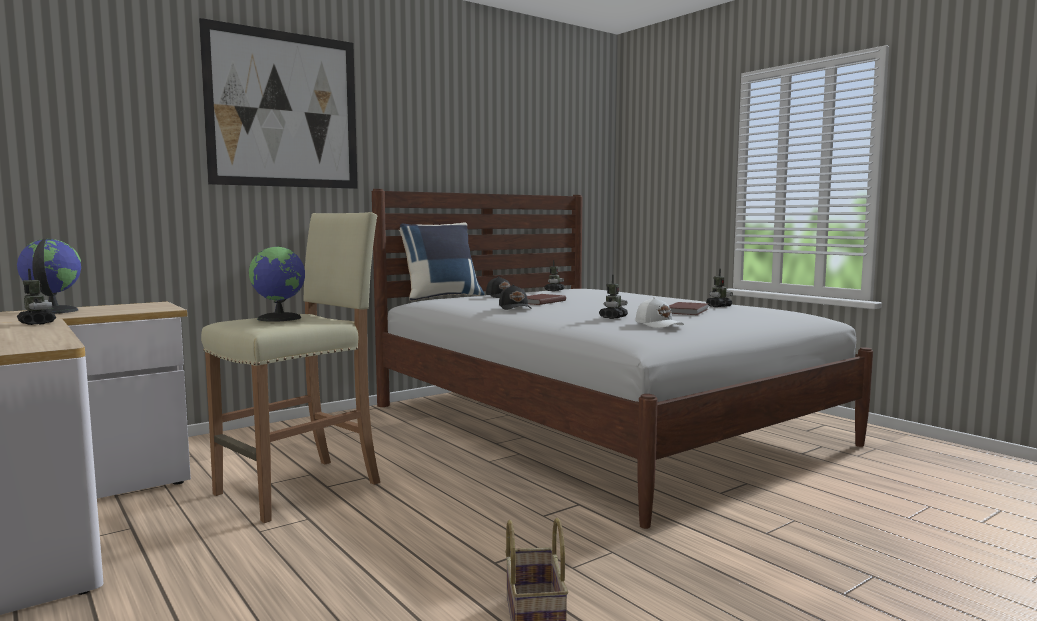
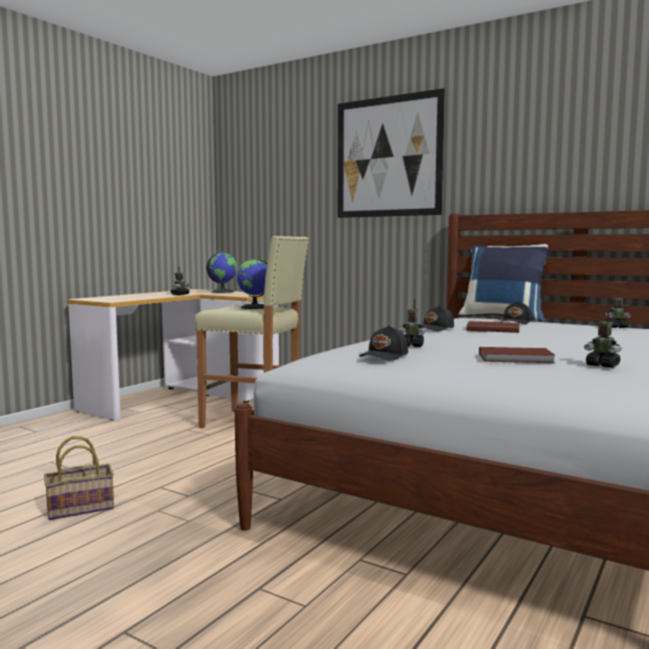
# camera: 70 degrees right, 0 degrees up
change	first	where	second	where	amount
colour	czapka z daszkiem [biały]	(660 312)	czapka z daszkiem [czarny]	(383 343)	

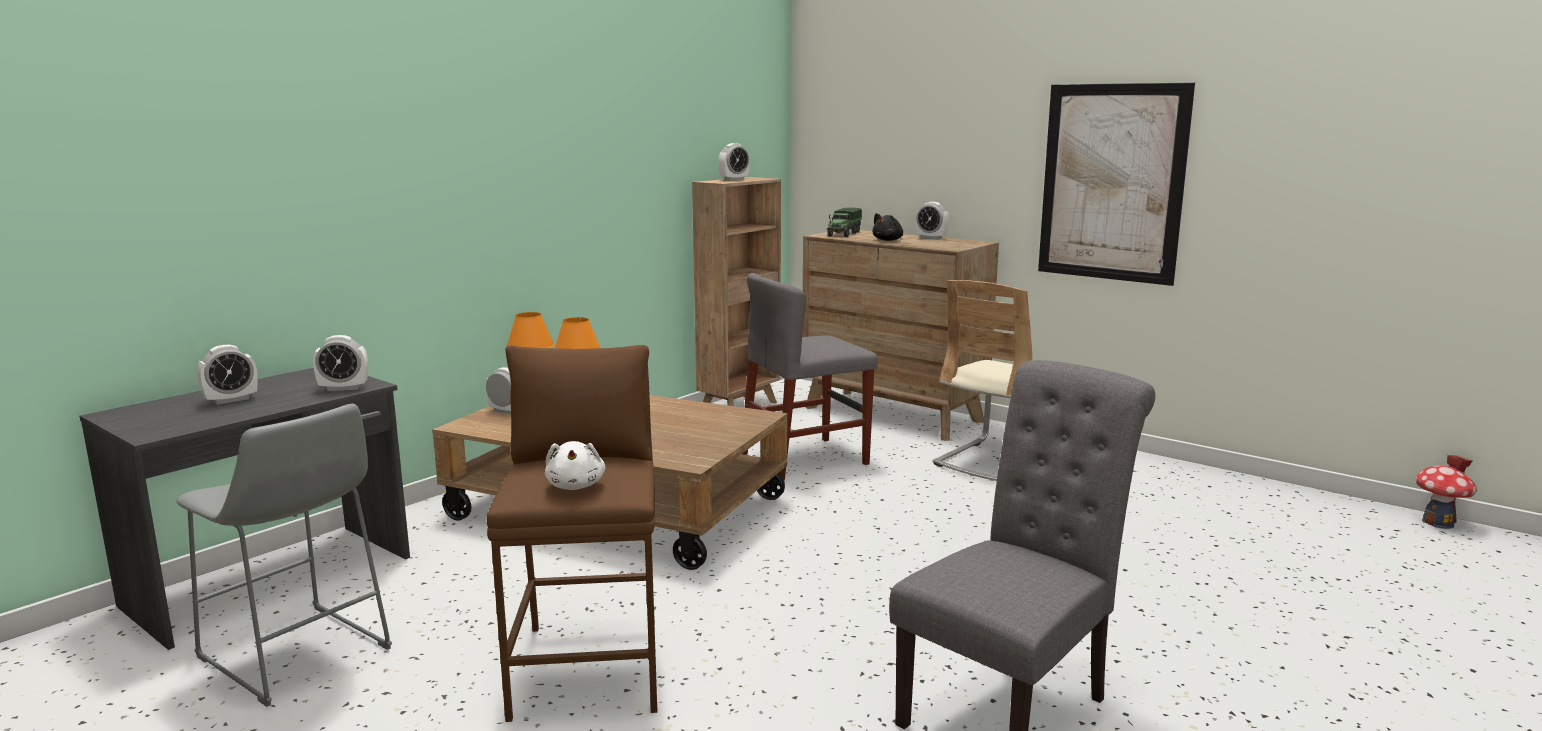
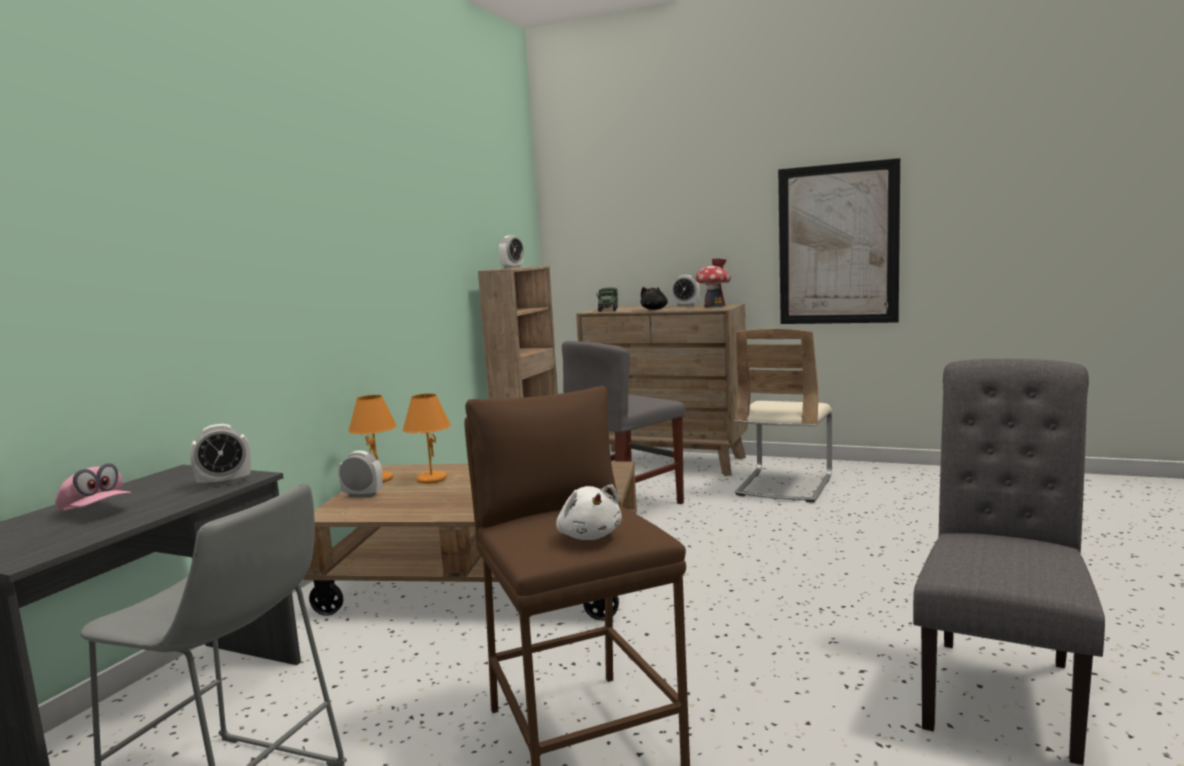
# camera: 15 degrees left, 5 degrees down
change	first	where	second	where	amount
exchanged	budzik	(227 374)	czapka z daszkiem [różowy]	(93 487)	
relocated	domek	(1446 492)		(713 283)	

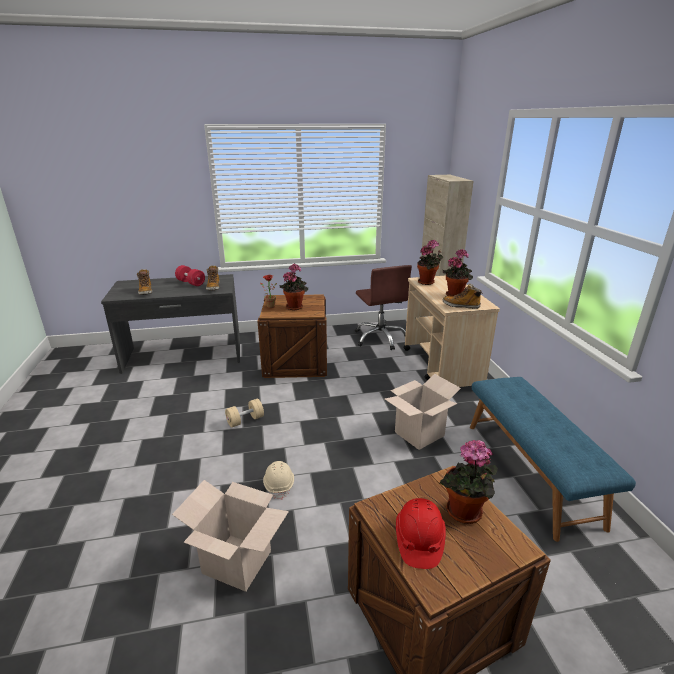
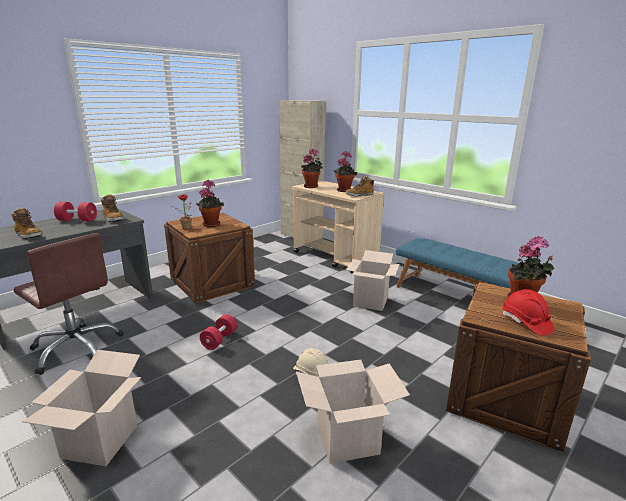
# camera: 35 degrees left, 5 degrees down
change	first	where	second	where	amount
relocated	krzesło biurowe [brązowy]	(383 307)		(69 304)	
colour	hantel [beżowy]	(244 413)	hantel [czerwony]	(218 332)	
appeared			karton	(82 408)	

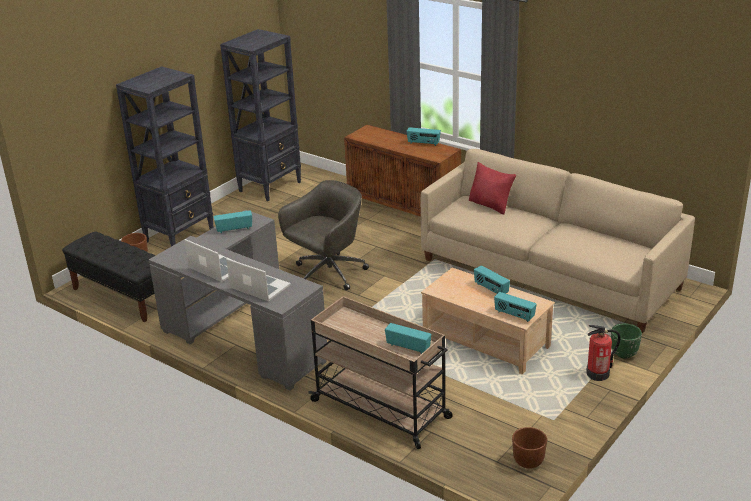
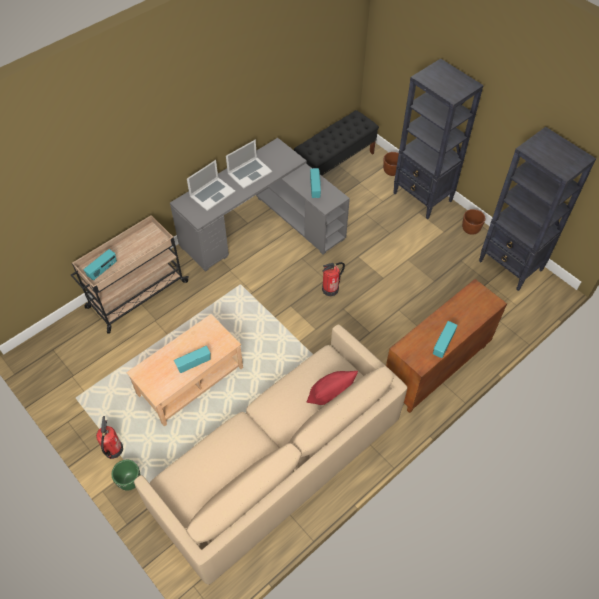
# camera: 100 degrees right, 25 degrees up
change	first	where	second	where	amount
exchanged	krzesło biurowe [szary]	(323 235)	gaśnica	(333 279)	
missing	radio	(515 307)			
relocated	donica [brązowy]	(529 448)		(474 222)	

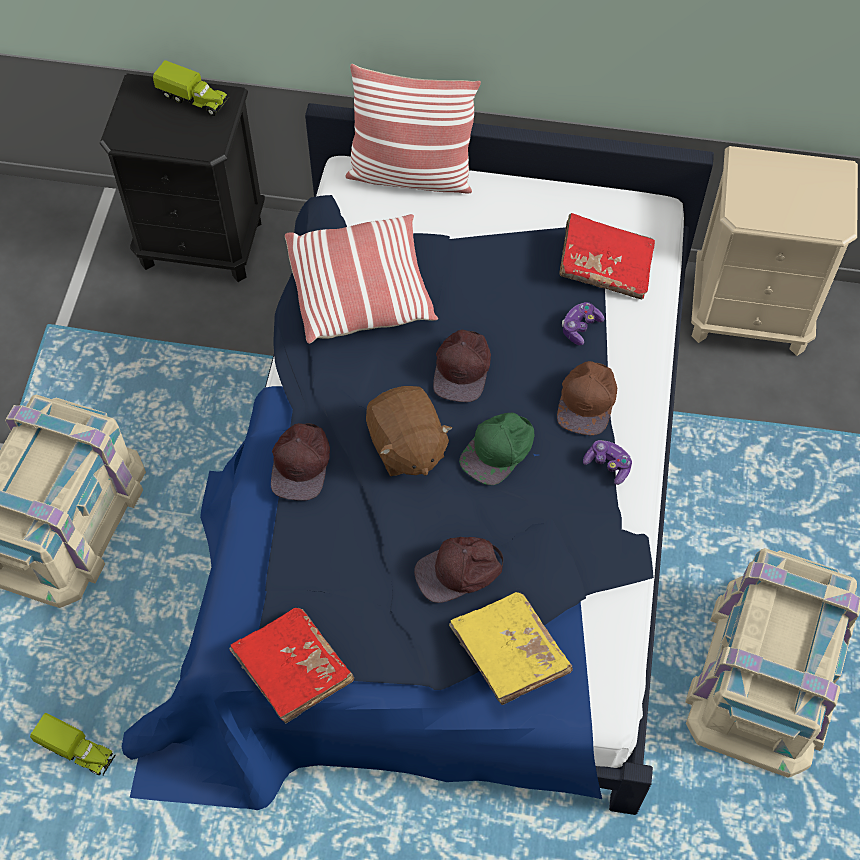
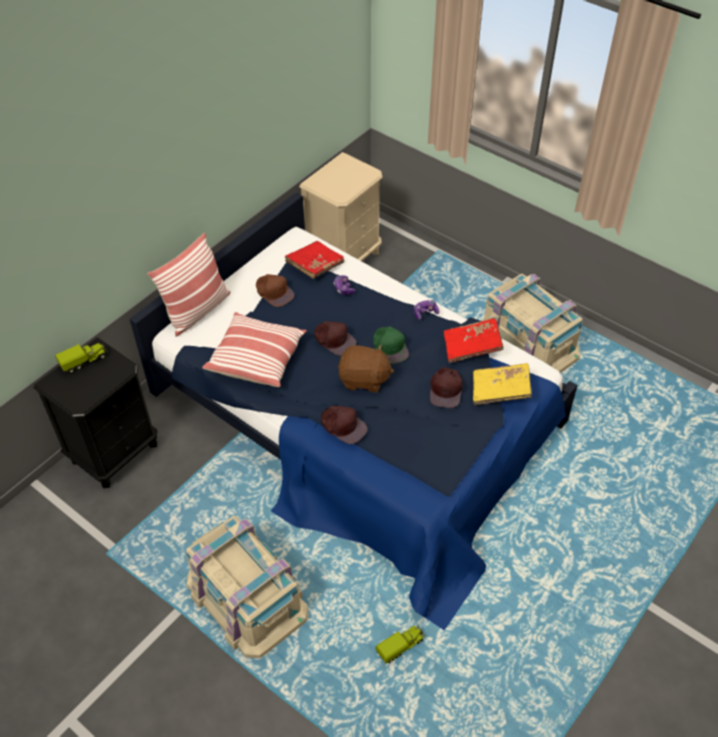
# camera: 60 degrees left, 10 degrees down
change	first	where	second	where	amount
relocated	czapka z daszkiem [brązowy]	(587 398)		(275 290)	
relocated	książka [czerwony]	(291 666)		(473 340)	

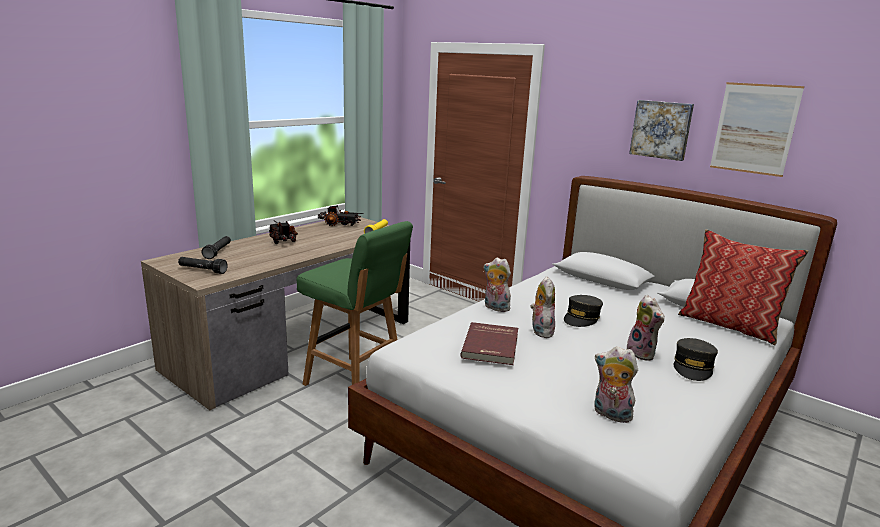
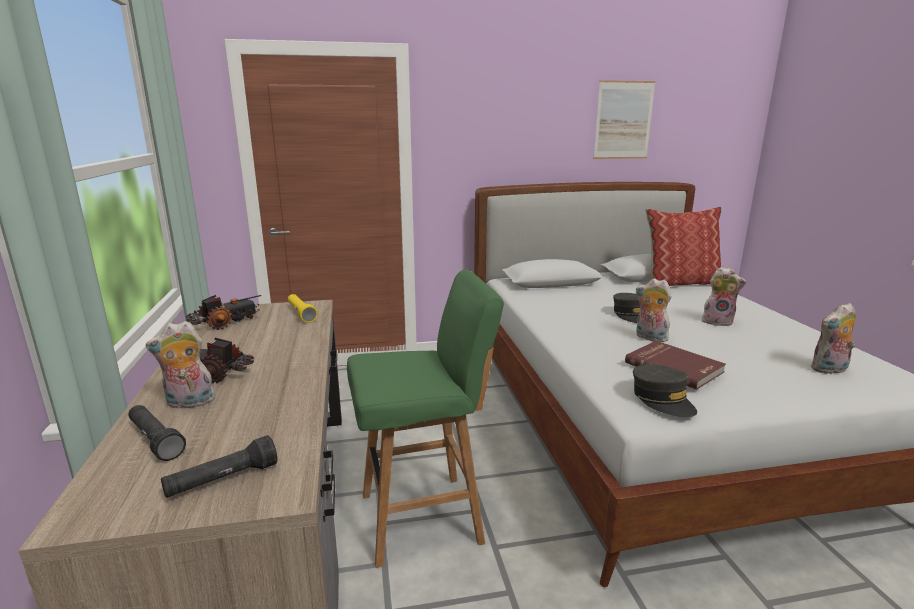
# camera: 50 degrees left, 0 degrees up
change	first	where	second	where	amount
missing	obraz	(661 130)			
relocated	pluszak	(498 284)		(180 365)	
relocated	czapka z daszkiem [szary]	(696 359)		(665 390)	

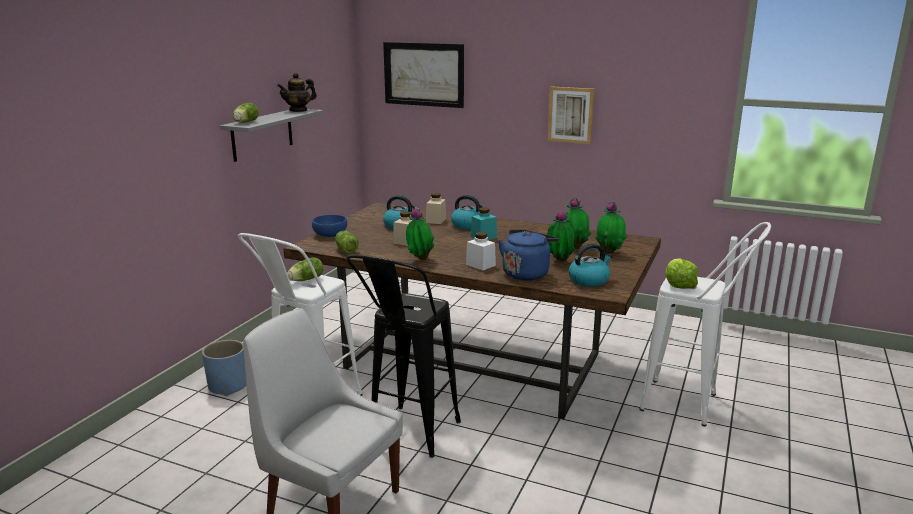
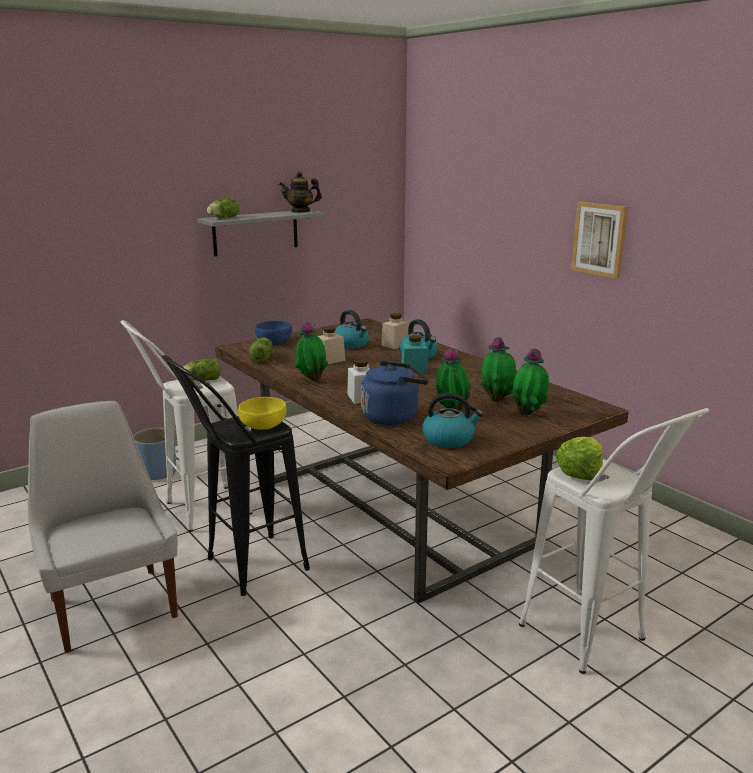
# camera: 30 degrees right, 0 degrees up
change	first	where	second	where	amount
missing	obraz	(423 75)			
appeared			miska [żółty]	(262 413)	

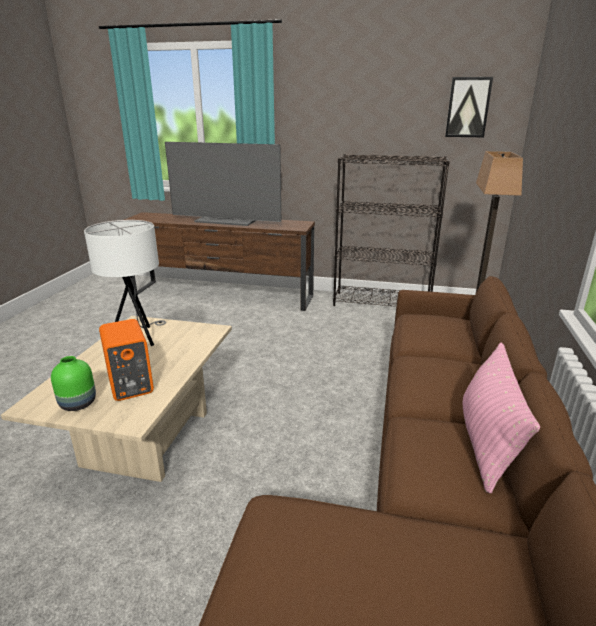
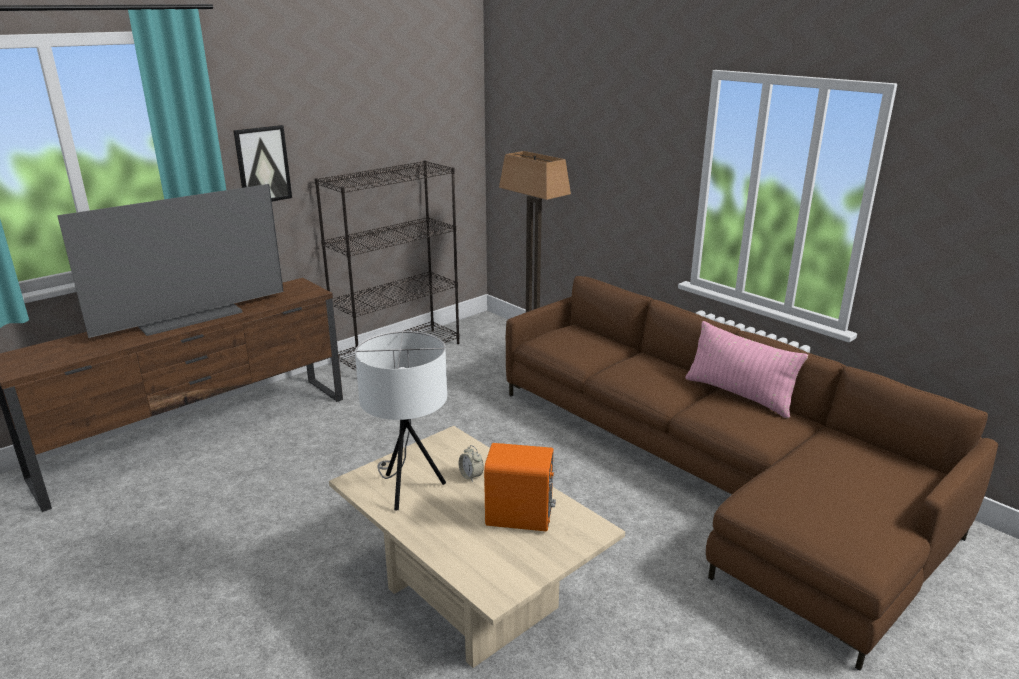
# camera: 55 degrees left, 0 degrees up
change	first	where	second	where	amount
relocated	obraz	(469 107)		(262 163)	
missing	wazon [zielony]	(73 383)			
appeared			budzik	(471 463)	

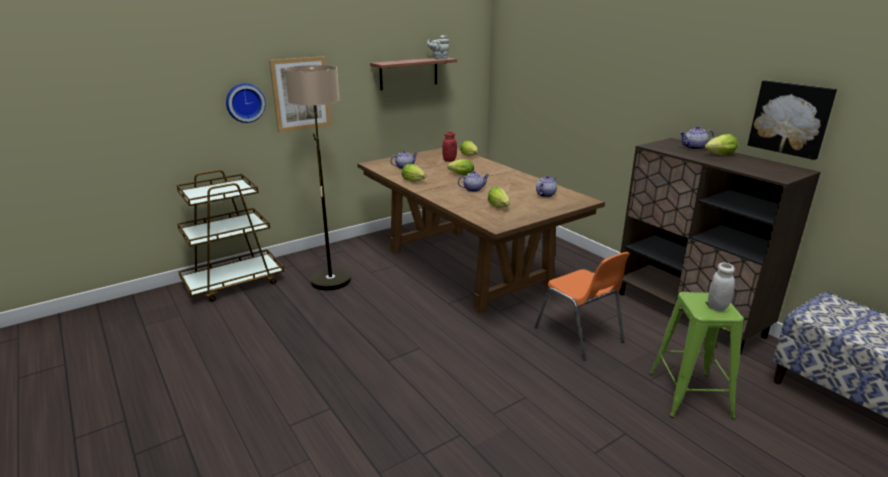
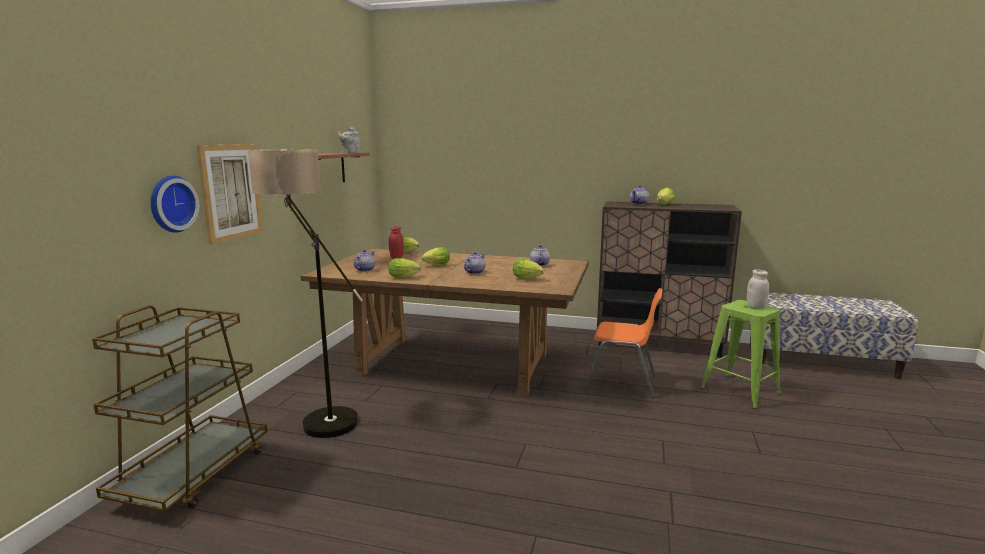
# camera: 40 degrees left, 10 degrees down
change	first	where	second	where	amount
missing	obraz	(792 120)			

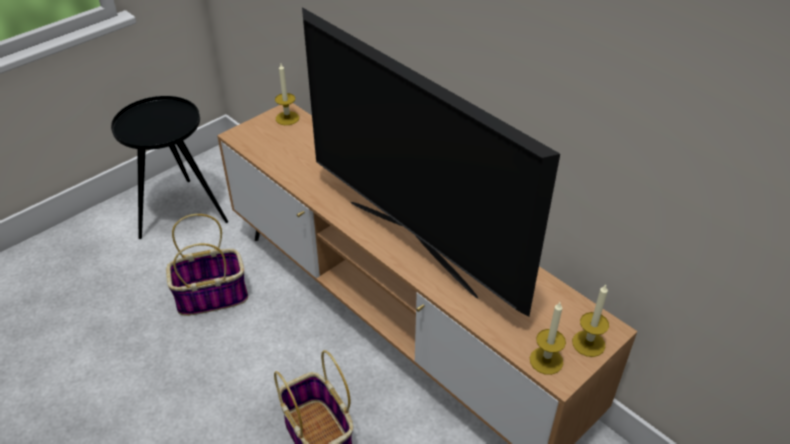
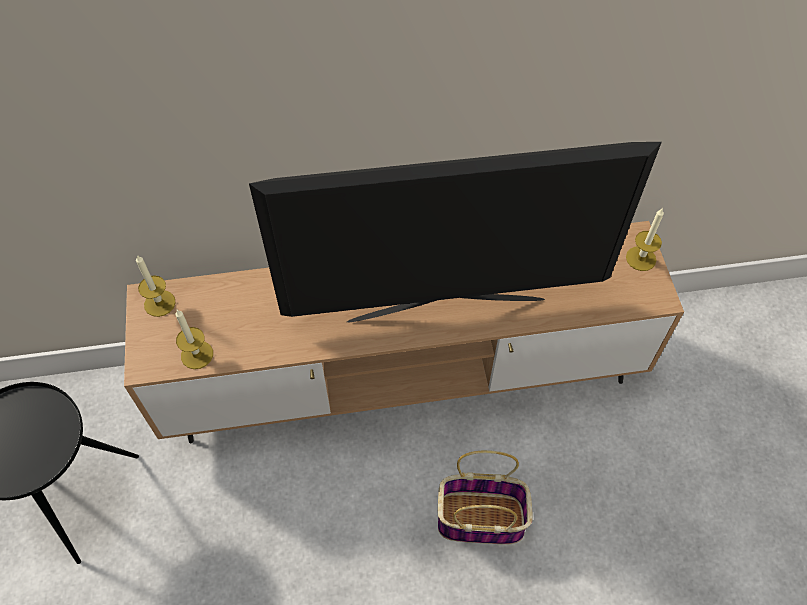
# camera: 55 degrees left, 15 degrees up
change	first	where	second	where	amount
missing	koszyk	(207 265)			
relocated	świeca	(548 338)		(194 339)	

